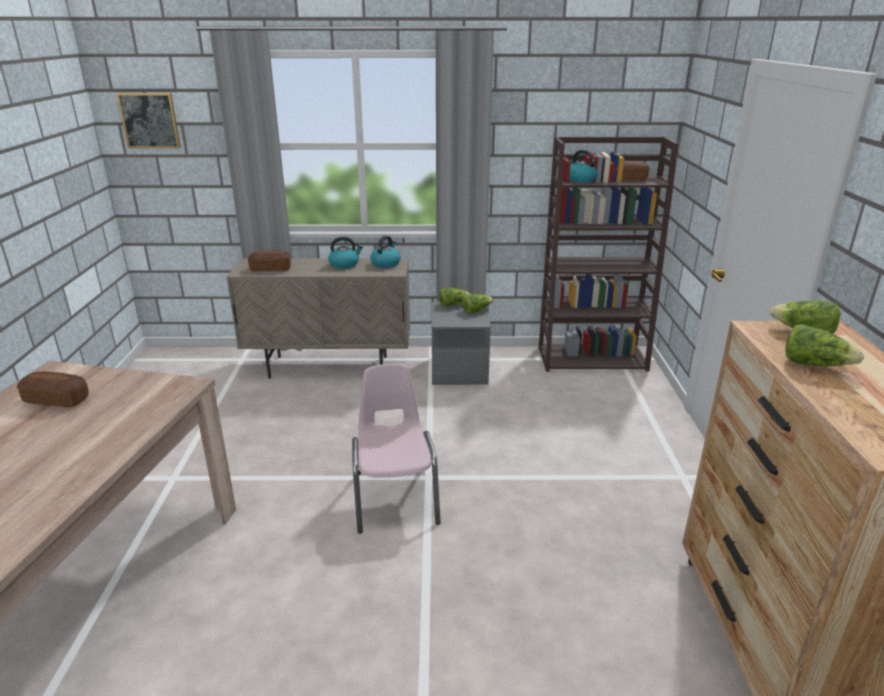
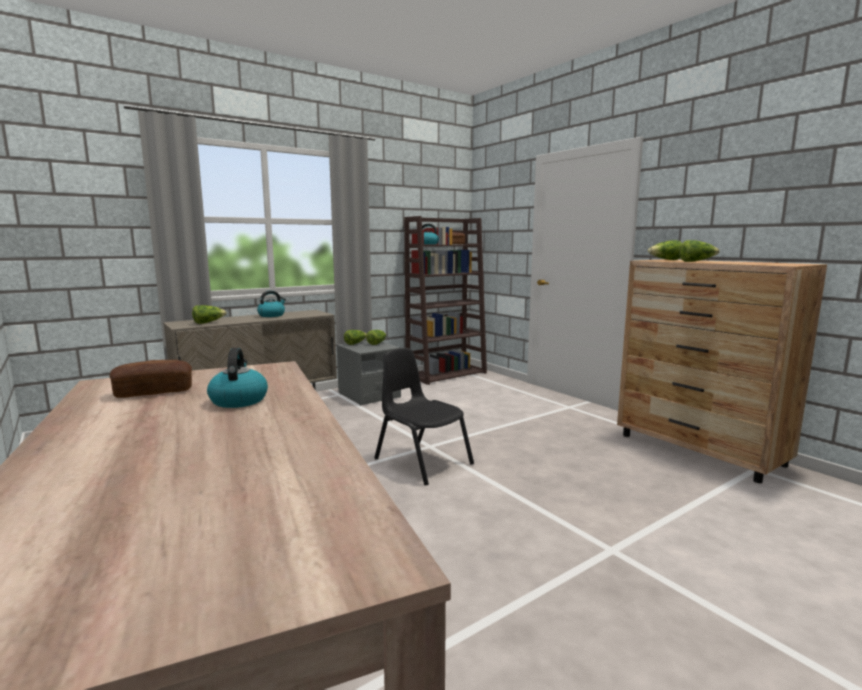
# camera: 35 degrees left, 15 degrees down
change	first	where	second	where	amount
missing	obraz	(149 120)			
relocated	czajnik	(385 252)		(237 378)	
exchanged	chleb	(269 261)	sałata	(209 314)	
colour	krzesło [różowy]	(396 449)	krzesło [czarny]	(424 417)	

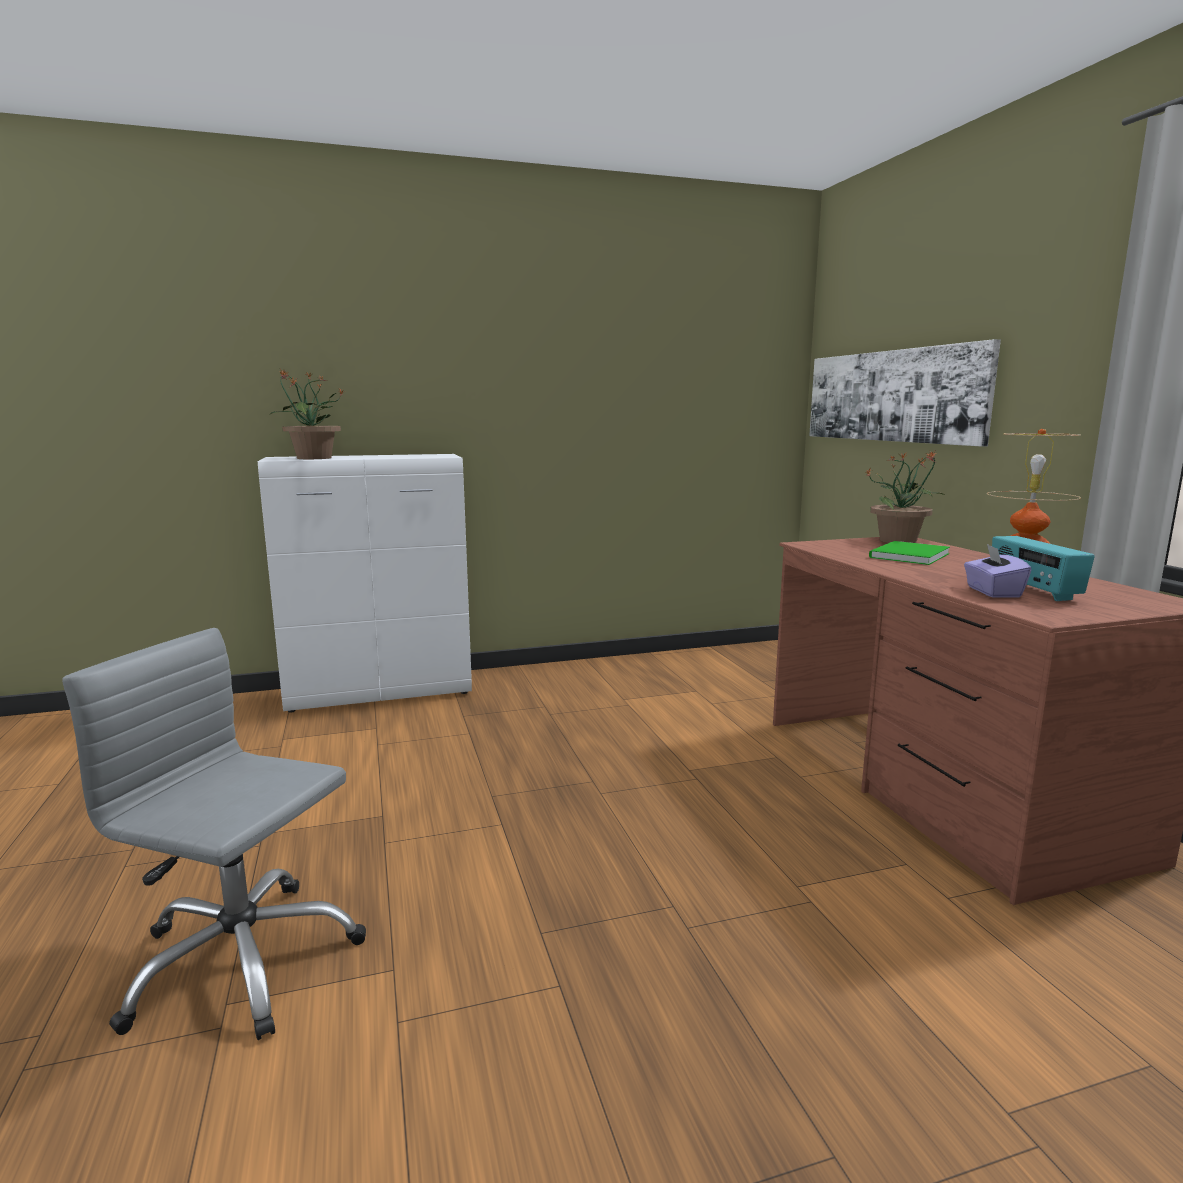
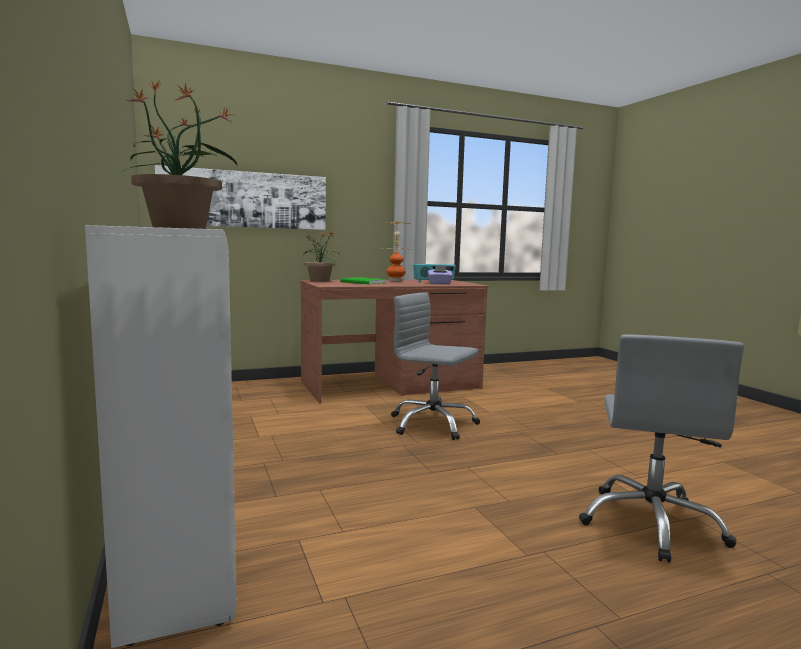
# camera: 95 degrees left, 5 degrees down
change	first	where	second	where	amount
appeared			krzesło biurowe [szary]	(435 366)	

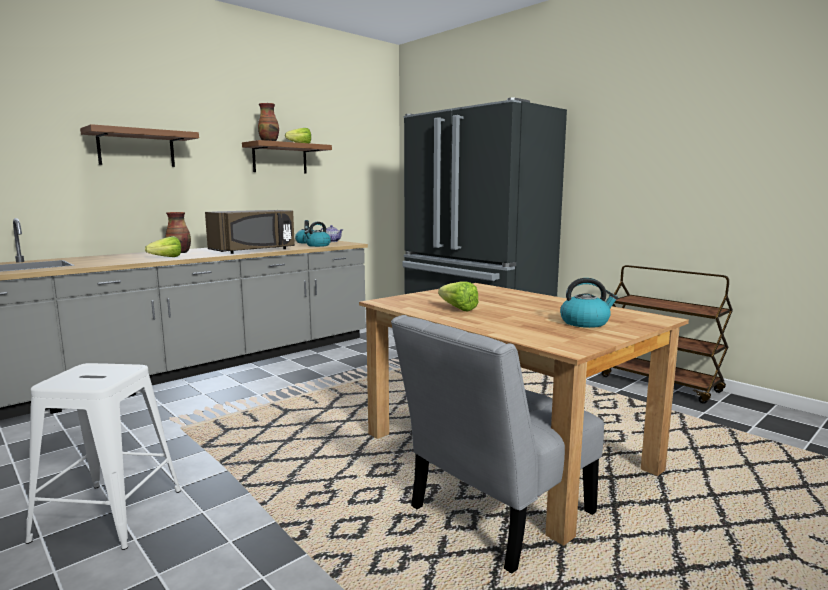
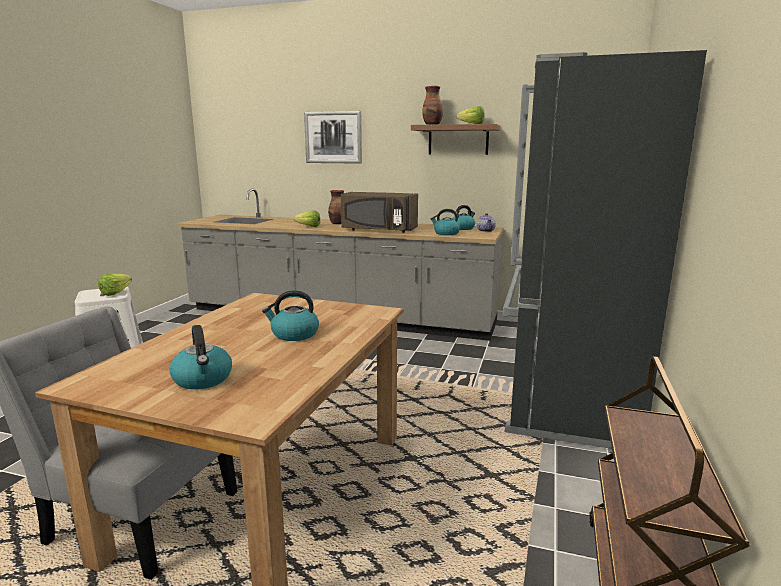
# camera: 60 degrees right, 5 degrees up
change	first	where	second	where	amount
exchanged	półka [brązowy]	(139 145)	obraz	(333 137)	
relocated	sałata	(458 297)		(115 285)	
appeared			czajnik	(290 316)	

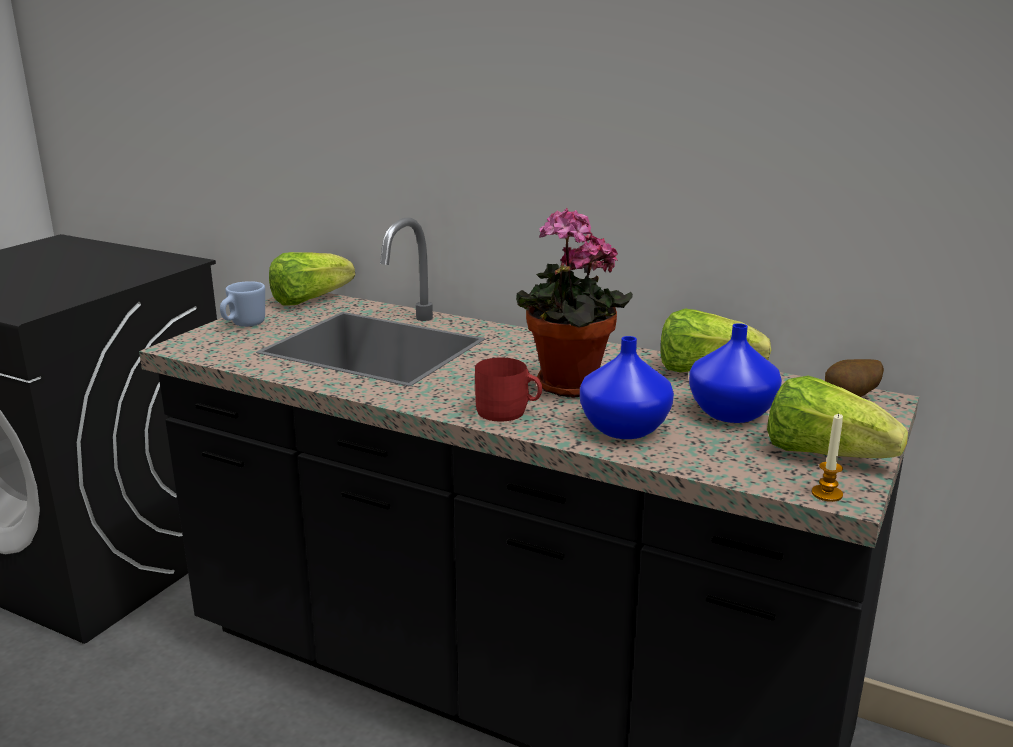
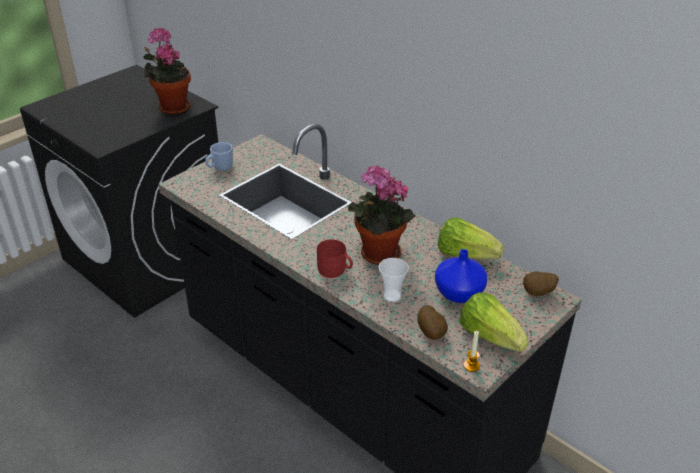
# camera: 15 degrees right, 15 degrees up
change	first	where	second	where	amount
missing	sałata	(312 279)			
exchanged	wazon [niebieski]	(627 387)	filiżanka	(394 280)	
appeared			roślina doniczkowa	(167 71)	
appeared			ziemniak	(432 322)	

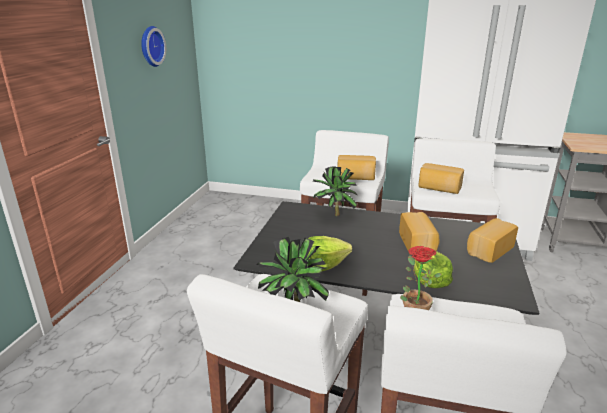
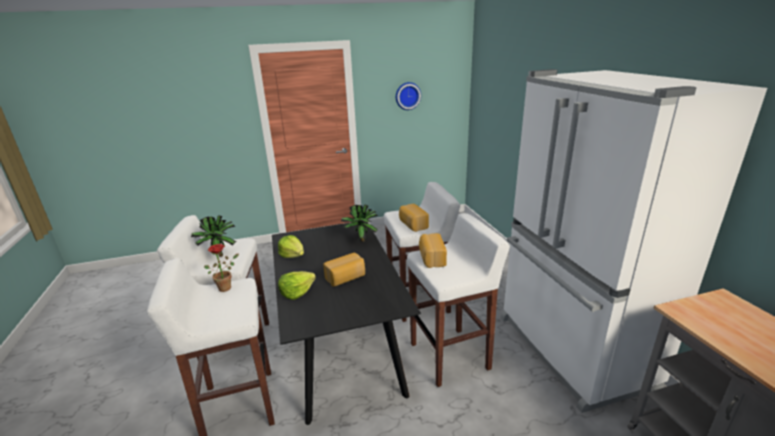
# camera: 60 degrees right, 0 degrees up
change	first	where	second	where	amount
missing	chleb	(492 240)			

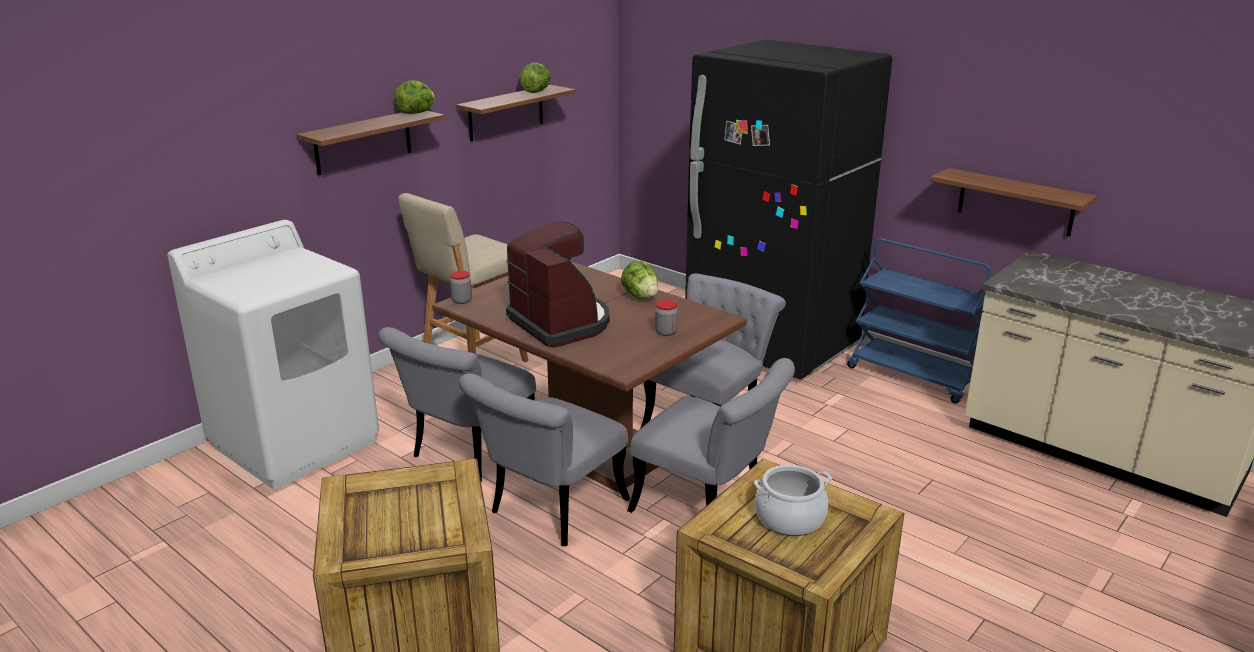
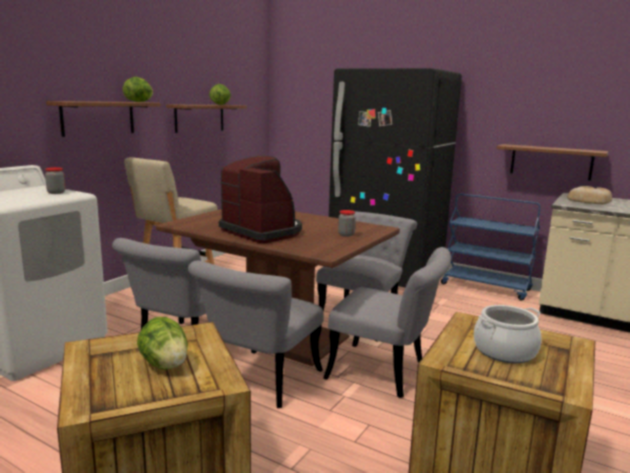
# camera: 10 degrees left, 10 degrees down
change	first	where	second	where	amount
relocated	sałata	(639 280)		(162 343)	
relocated	słoik	(461 287)		(55 180)	
appeared			chleb	(589 195)	

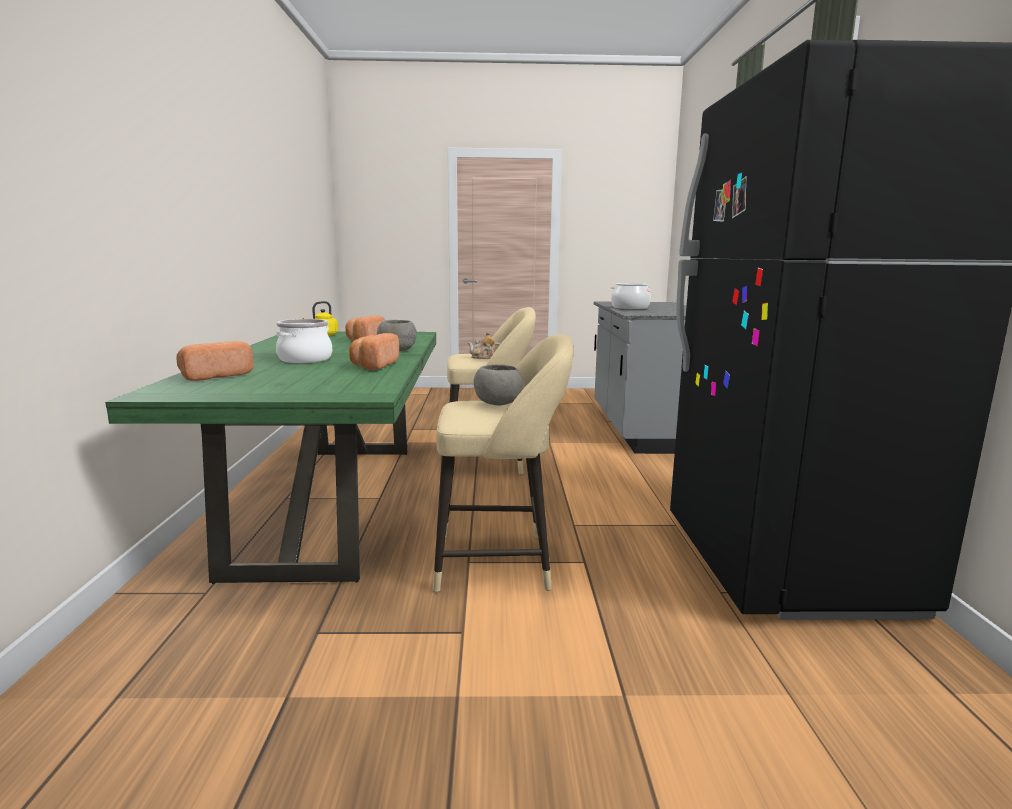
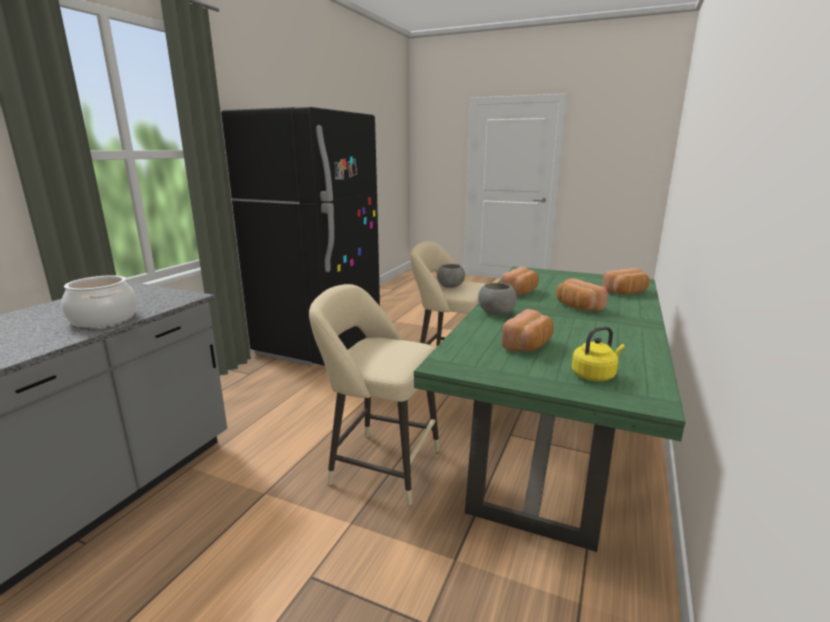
# camera: 155 degrees left, 5 degrees up
change	first	where	second	where	amount
exchanged	garnek	(304 341)	chleb	(582 294)	
missing	imbryk	(484 345)			

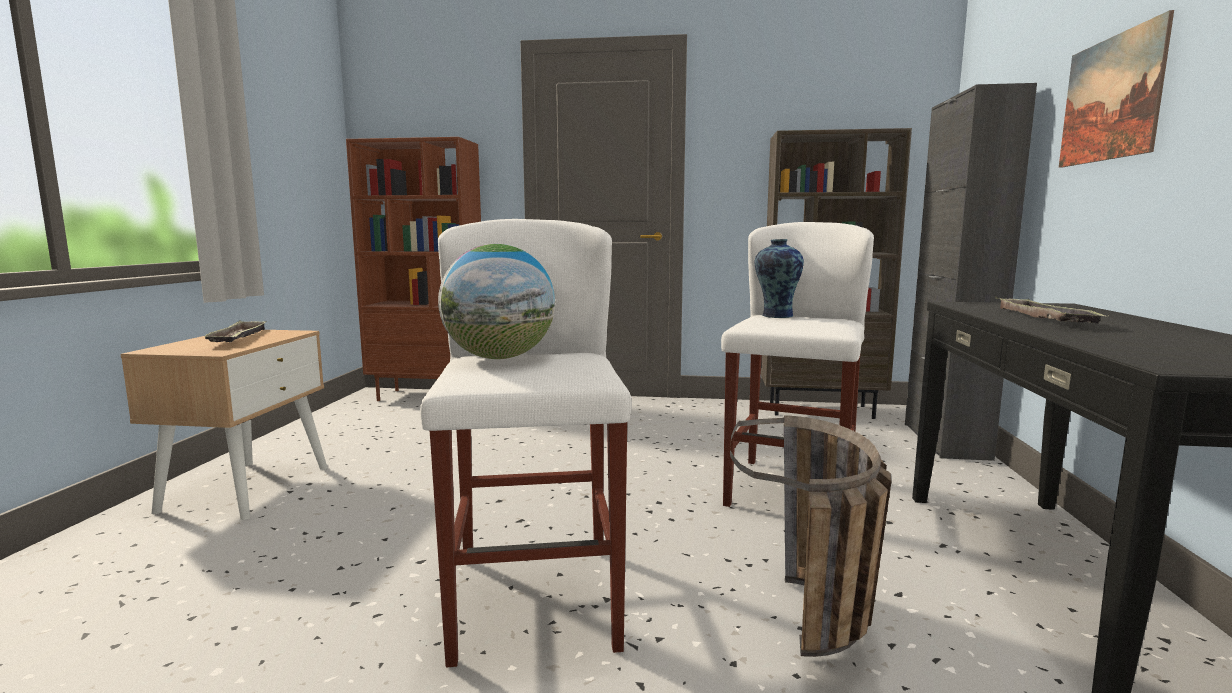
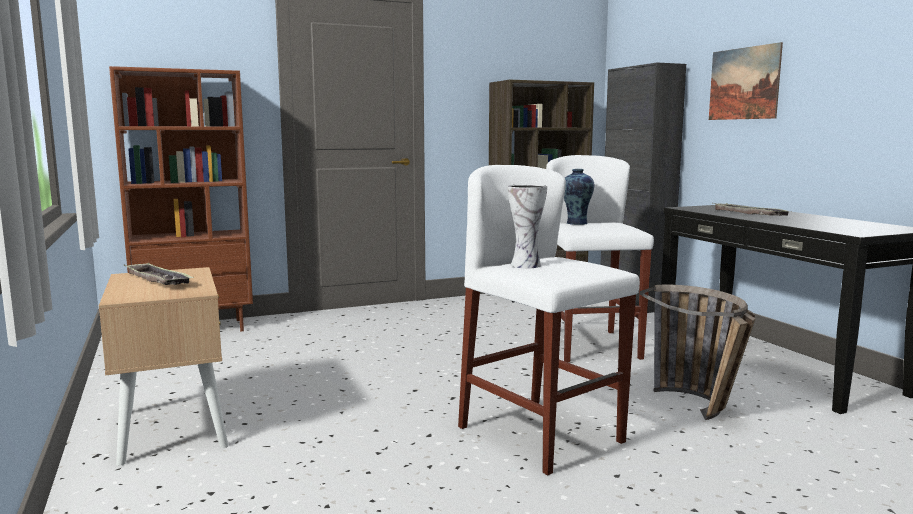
# camera: 30 degrees left, 0 degrees up
change	first	where	second	where	amount
exchanged	globus	(496 301)	wazon	(527 226)	

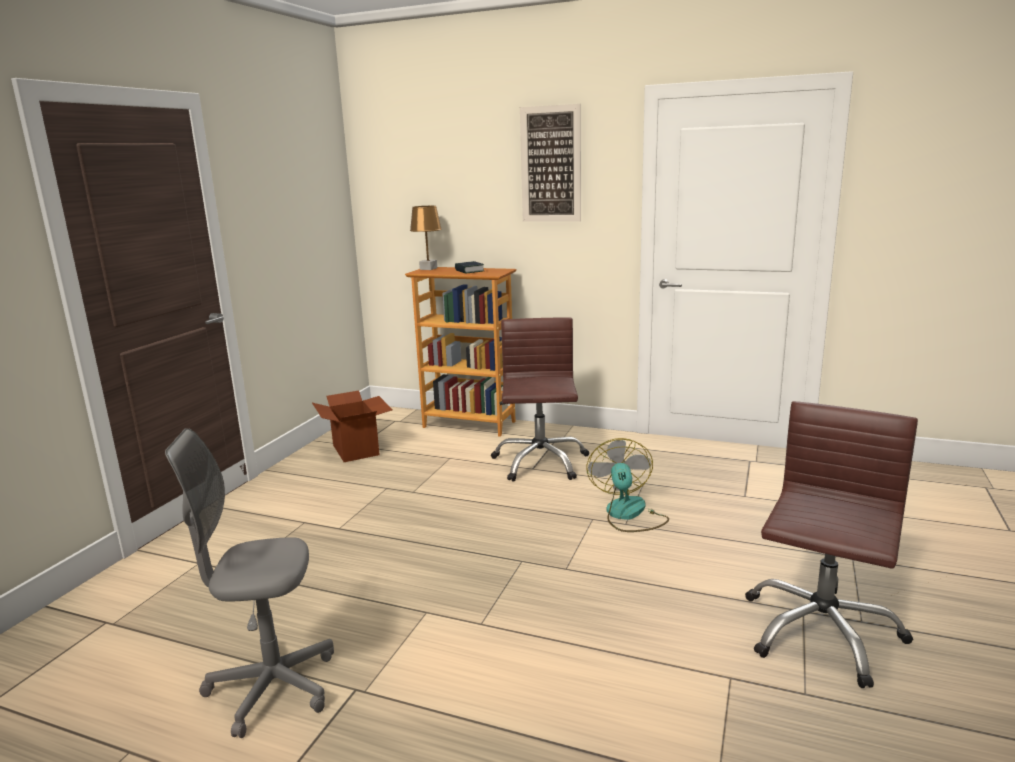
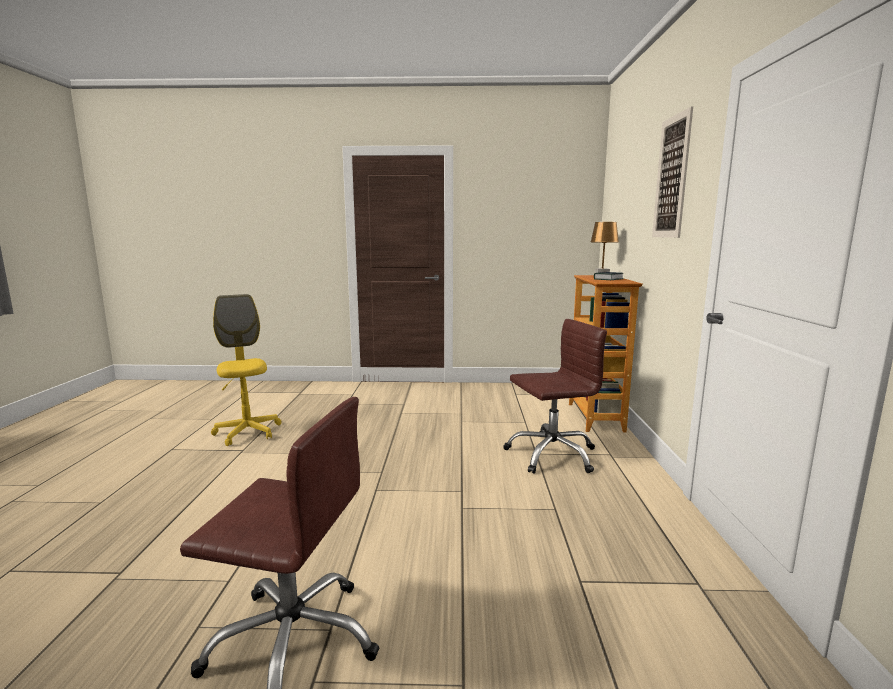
# camera: 70 degrees right, 5 degrees down
change	first	where	second	where	amount
missing	karton	(352 426)			
colour	krzesło biurowe [szary]	(249 583)	krzesło biurowe [żółty]	(246 370)	
missing	wentylator	(628 485)			

